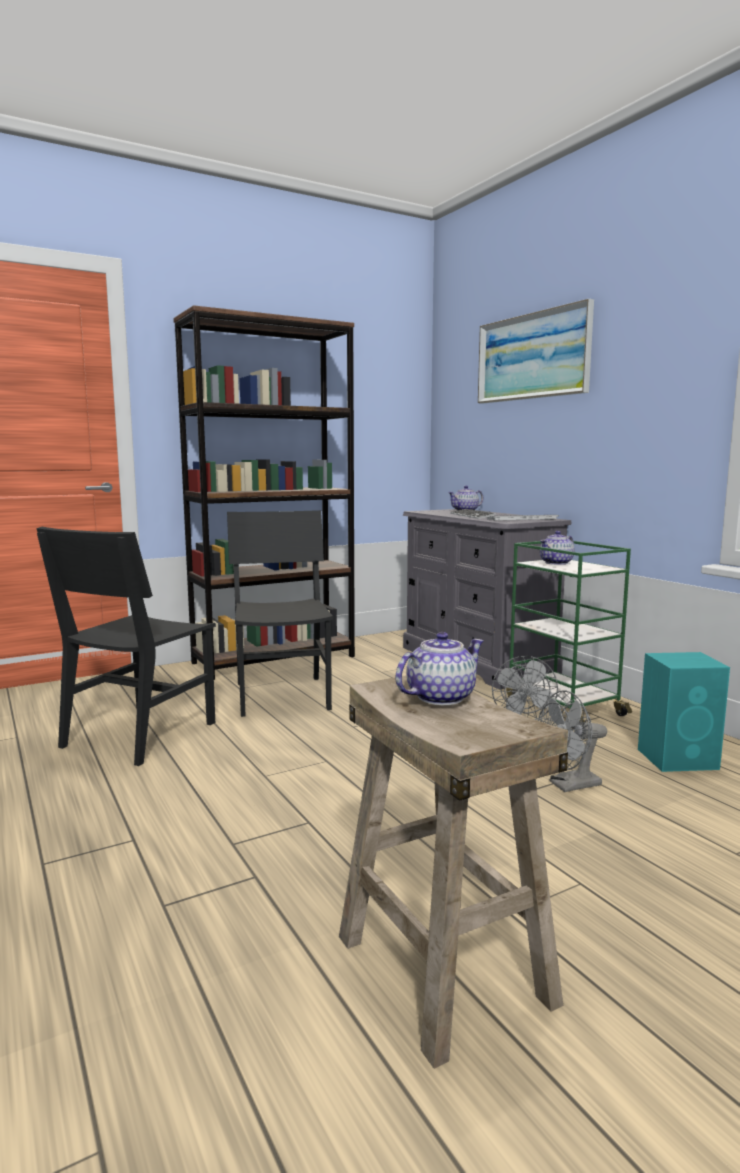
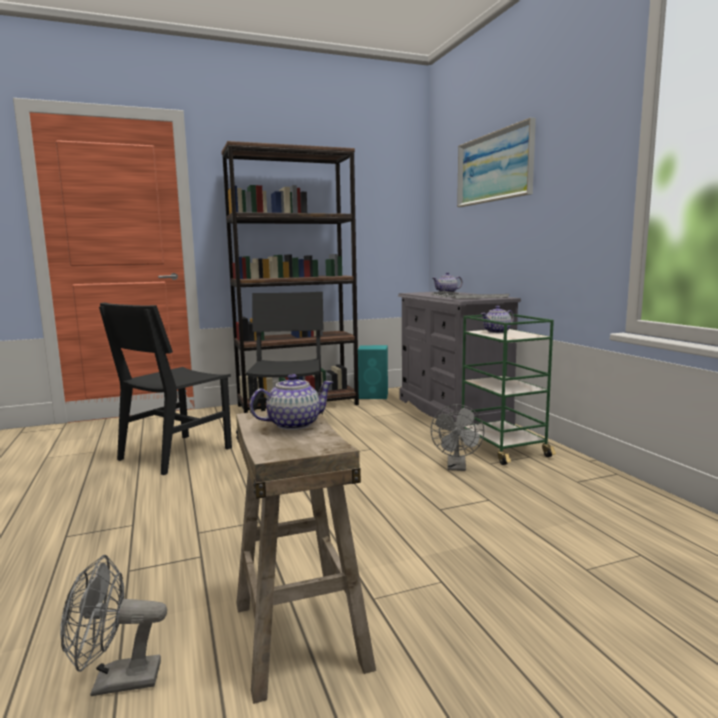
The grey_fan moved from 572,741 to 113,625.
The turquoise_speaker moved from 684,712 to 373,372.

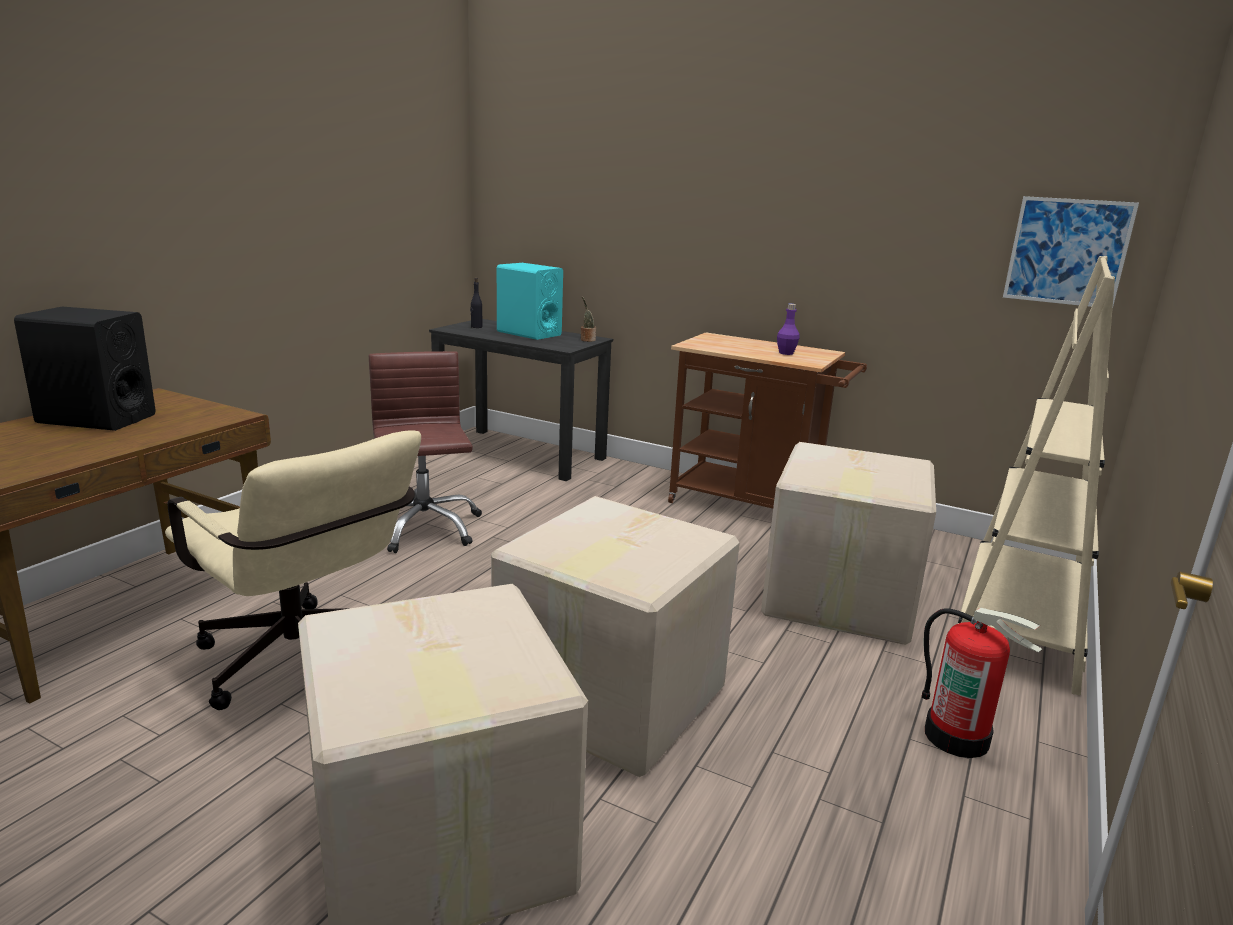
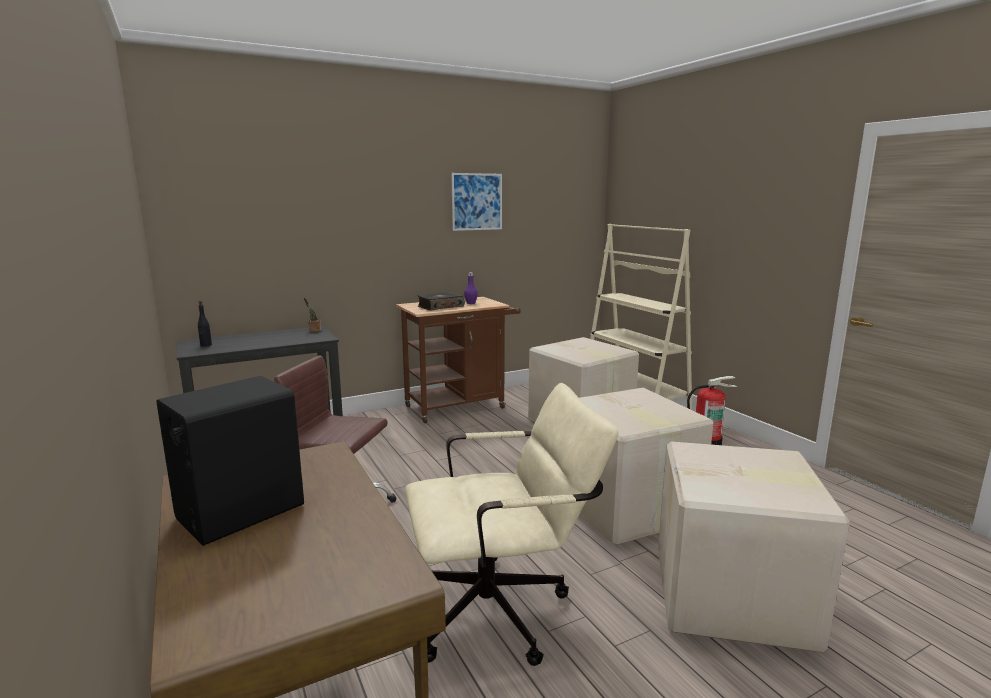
The book at 441,301 appeared.
The picture moved from 1071,251 to 476,202.
The turquoise_speaker at 530,301 disappeared.

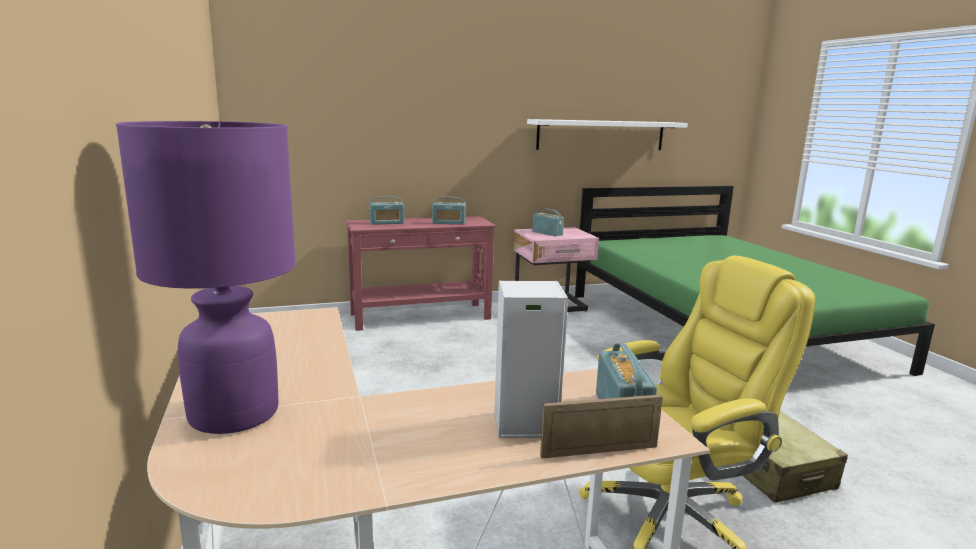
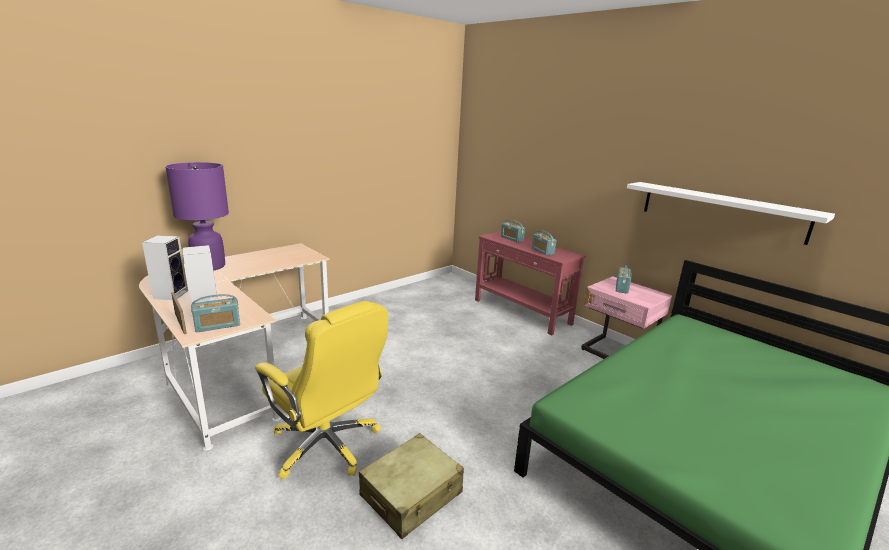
The speaker at 165,267 appeared.

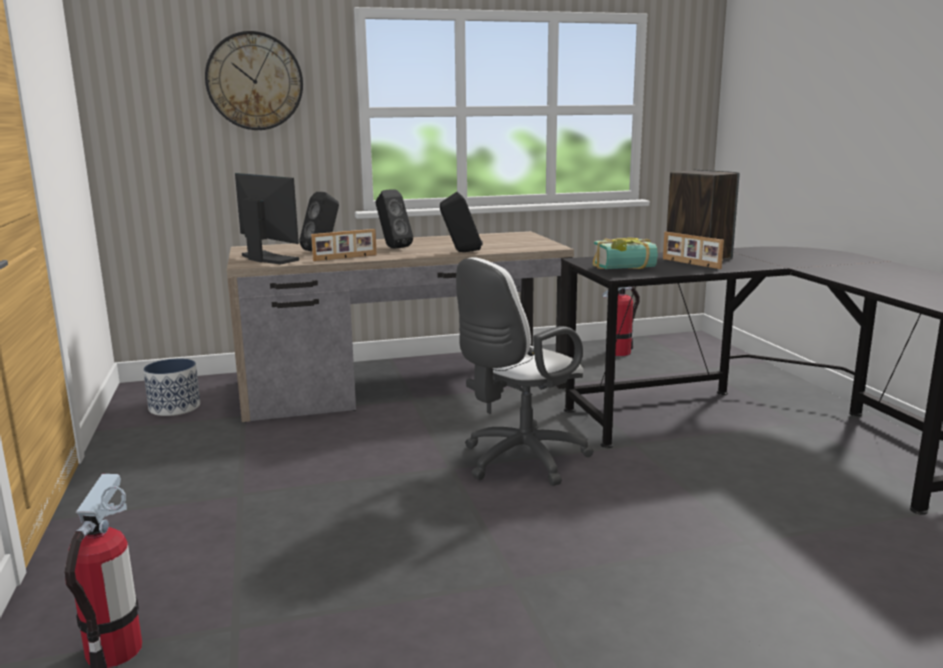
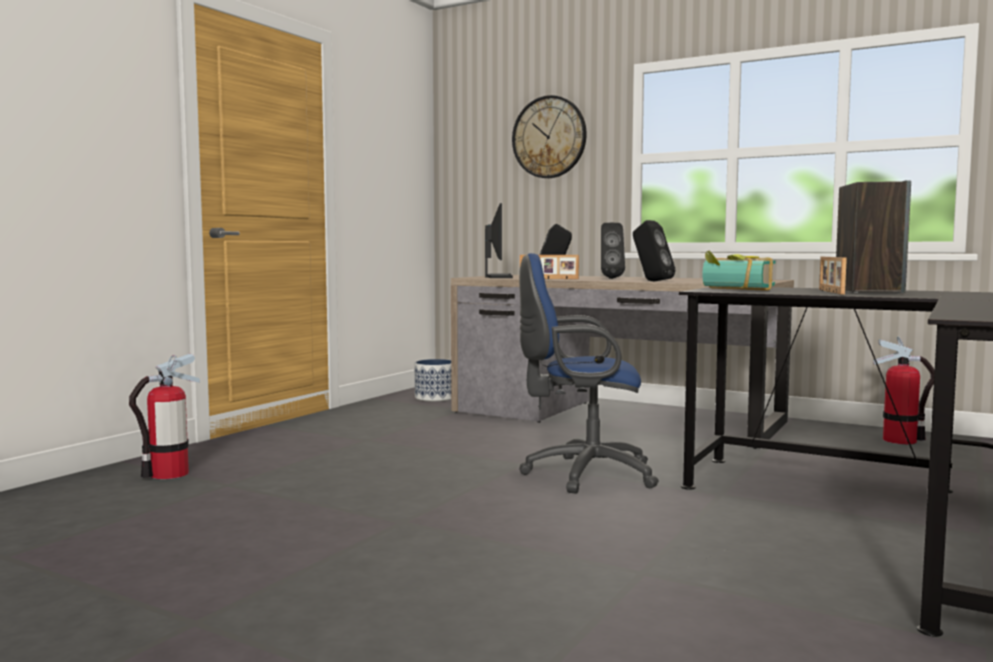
The white_office_chair at 525,371 became the blue_office_chair at 589,373.

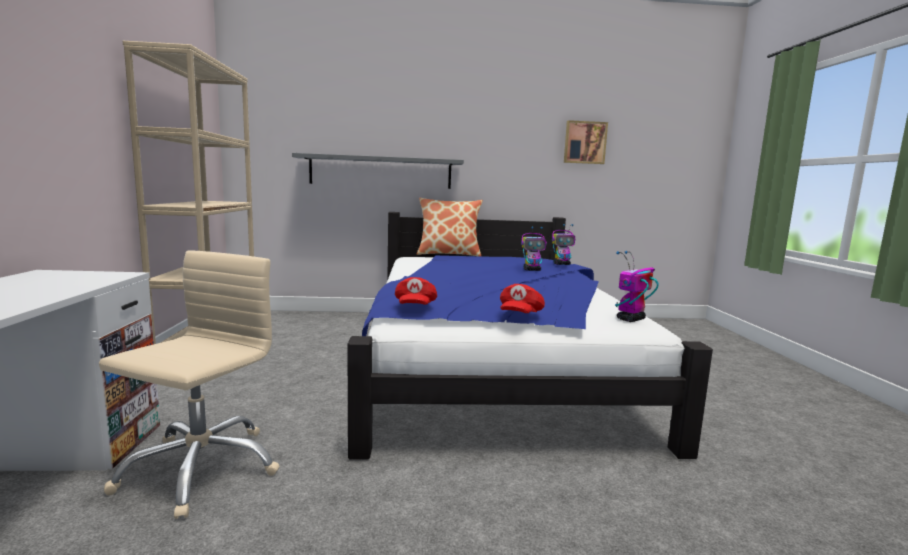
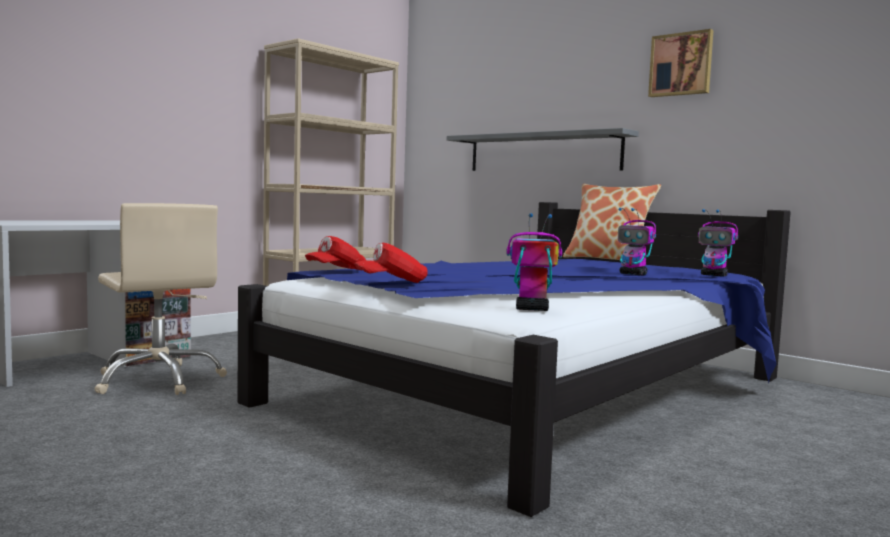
The beige_office_chair at 189,384 turned 75 degrees clockwise.
The picture moved from 586,142 to 680,63.

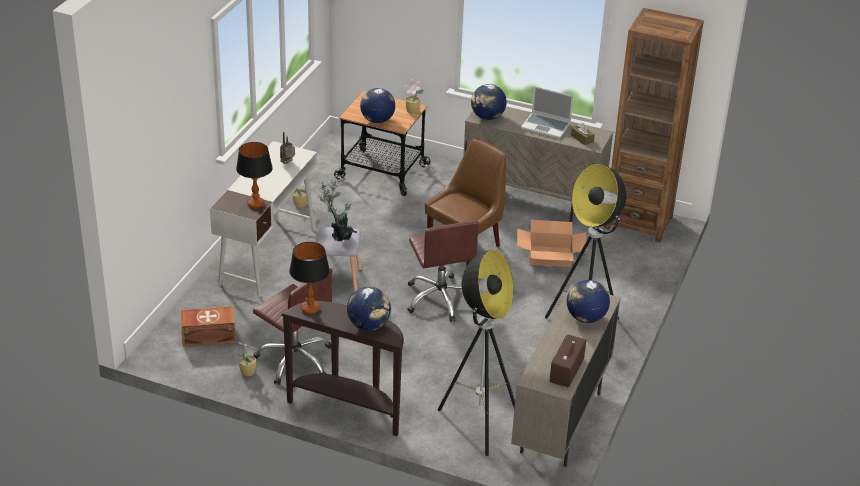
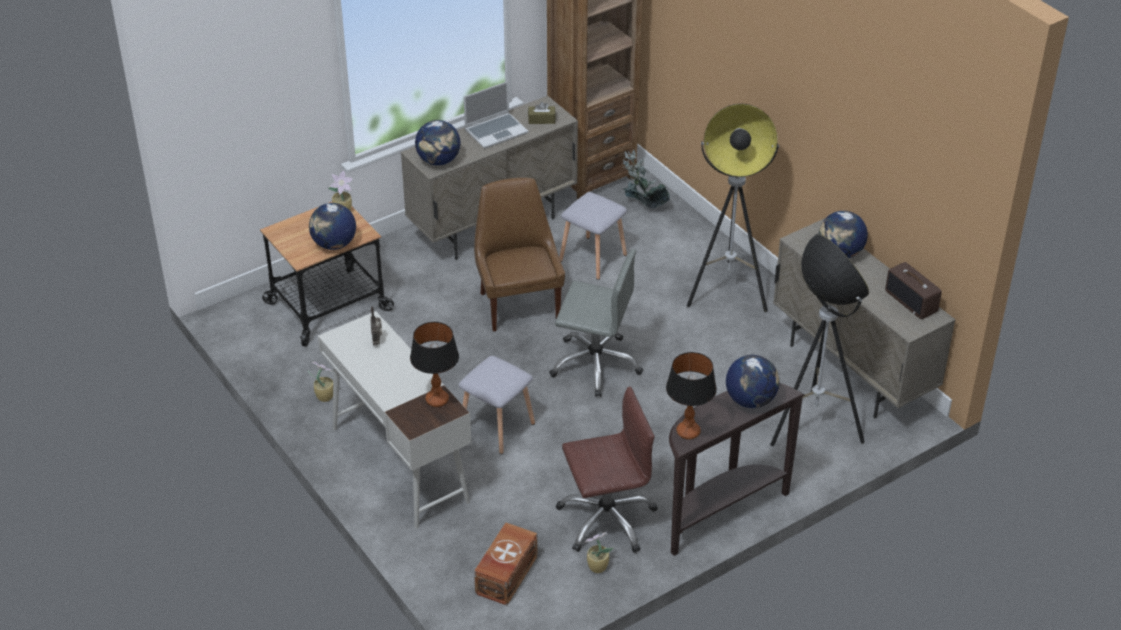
The brown_office_chair at 443,271 became the grey_office_chair at 596,323.
The cardboard_box at 552,243 was replaced by the grey_stool at 593,236.
The potted_plant moved from 337,210 to 646,179.

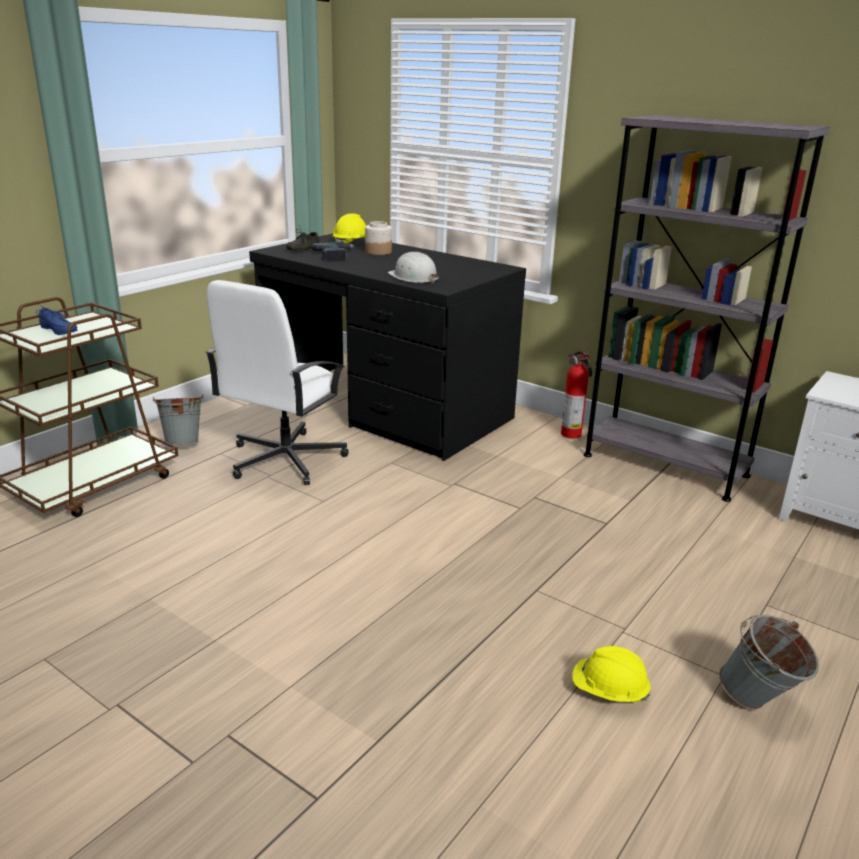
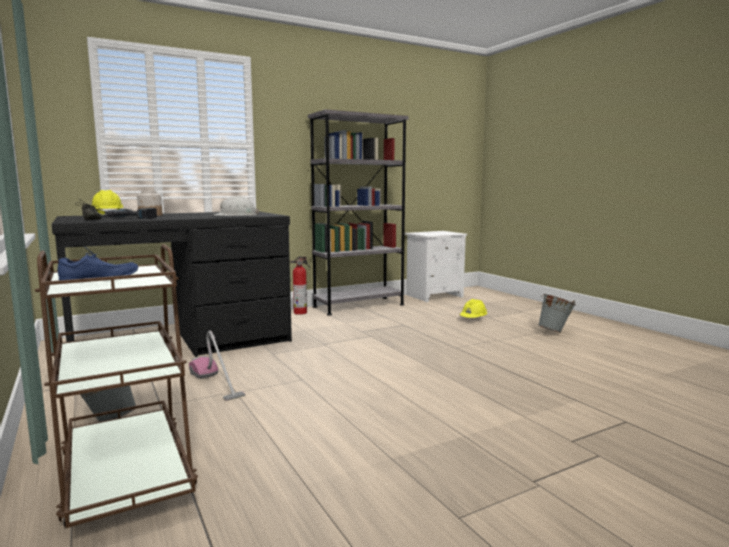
The white_office_chair at 277,382 was replaced by the vacuum_cleaner at 217,366.
The yellow_hard_hat moved from 611,674 to 473,308.

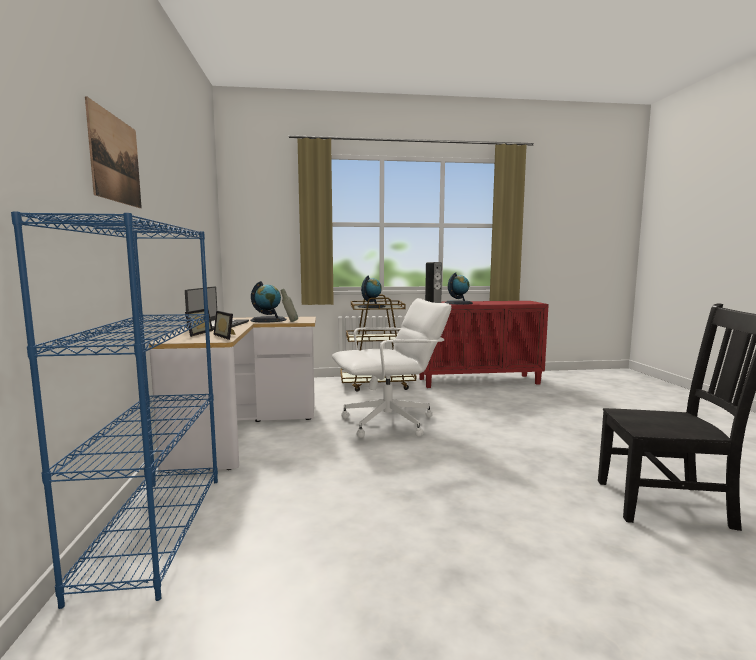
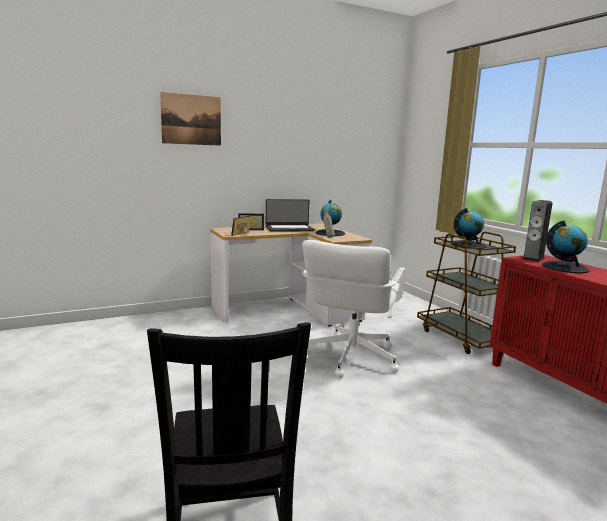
The white_office_chair at 391,368 turned 60 degrees clockwise.
The blue_bookcase at 114,410 disappeared.

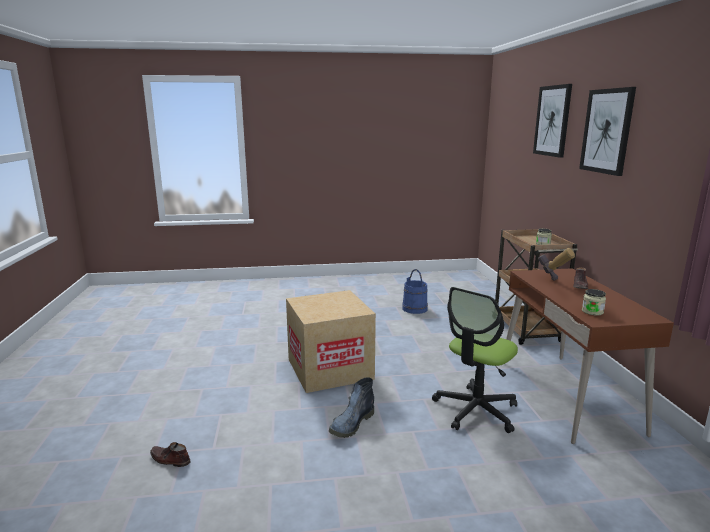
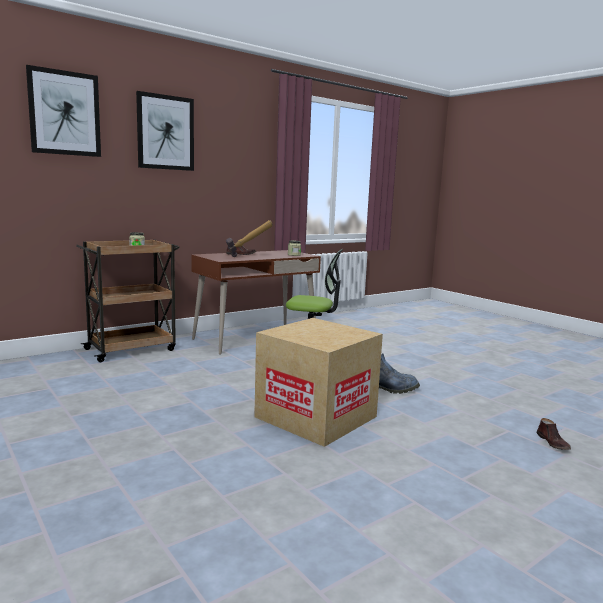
The blue_bucket at 415,291 disappeared.

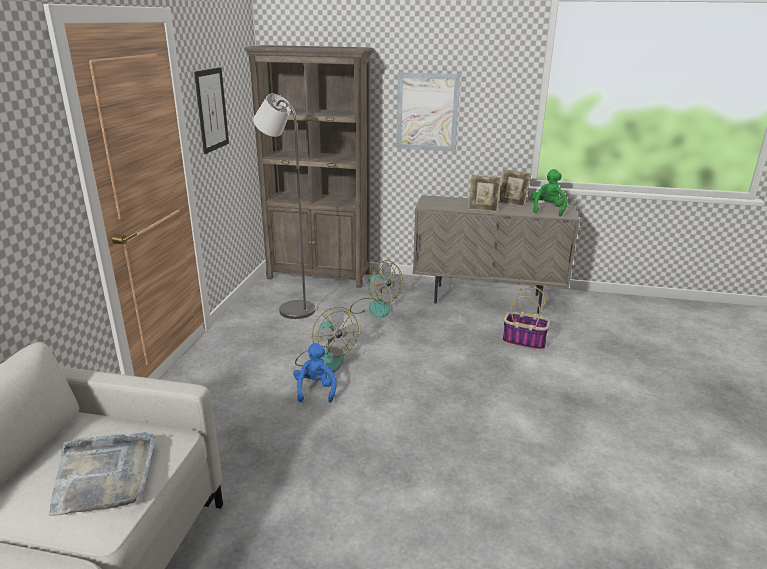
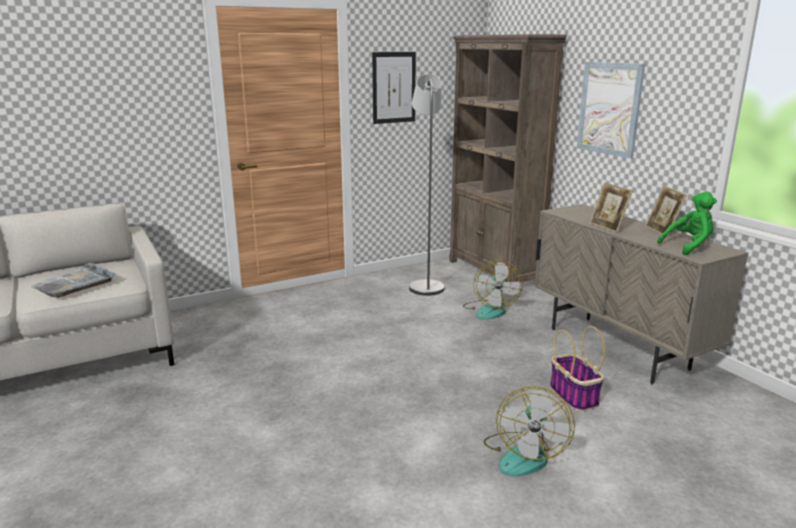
The fan moved from 327,340 to 529,431.
The blue_plush_toy at 315,372 disappeared.

